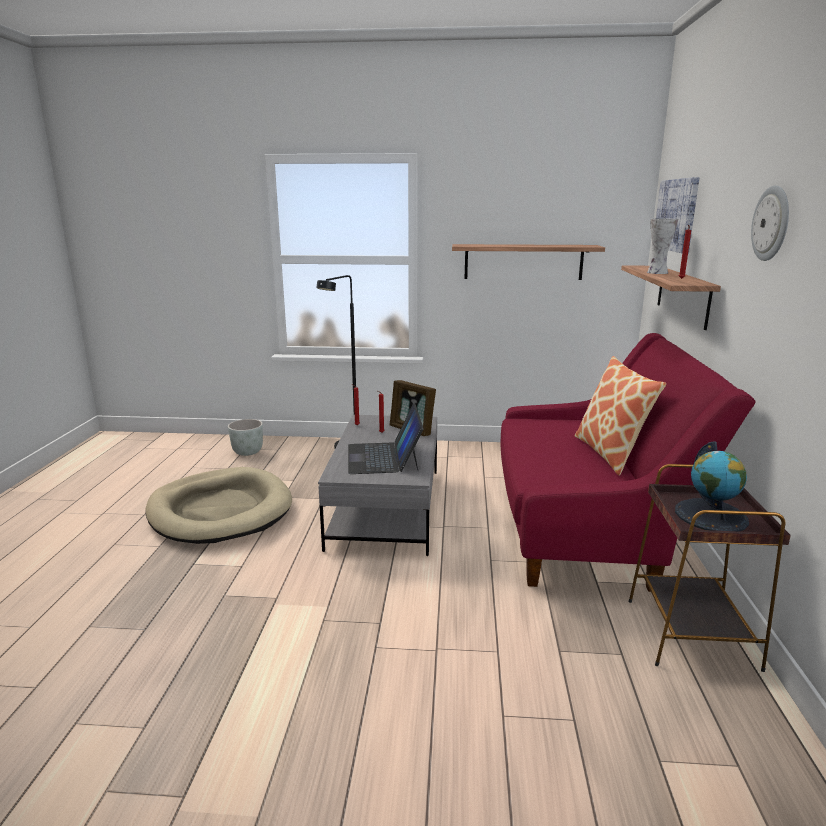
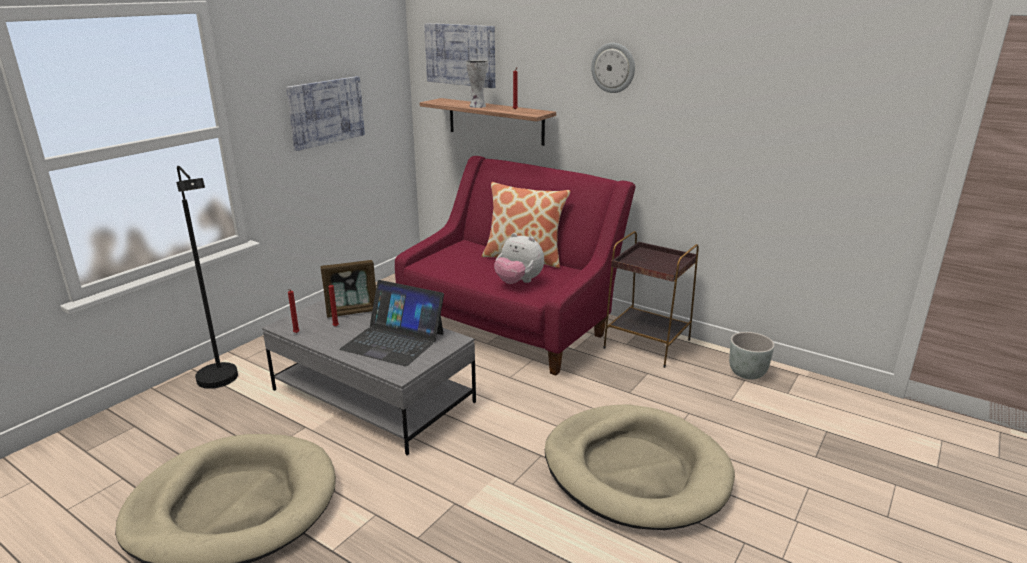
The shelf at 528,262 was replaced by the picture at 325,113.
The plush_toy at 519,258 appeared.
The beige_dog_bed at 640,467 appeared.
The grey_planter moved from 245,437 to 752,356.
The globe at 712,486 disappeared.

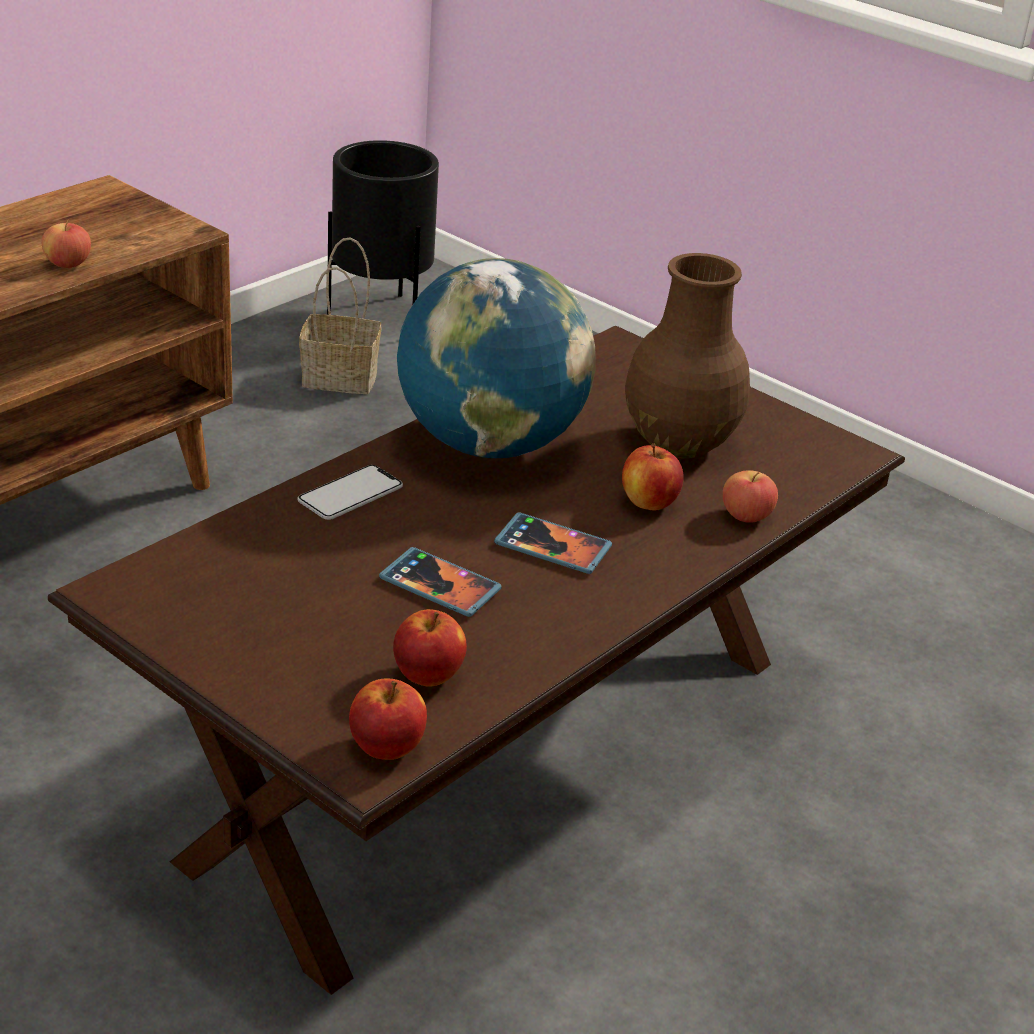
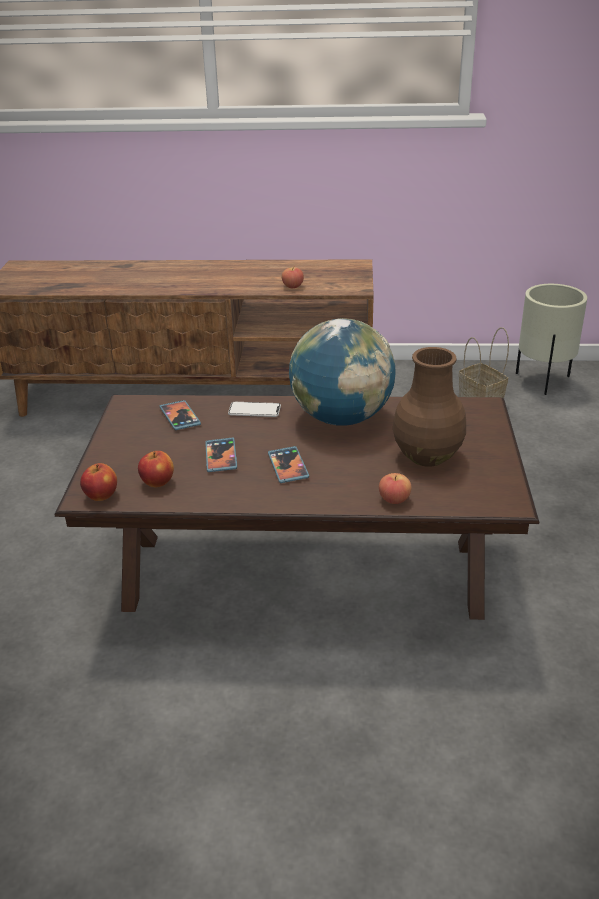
The phone at 180,415 appeared.
The black_planter at 383,227 became the beige_planter at 551,339.
The apple at 653,477 disappeared.

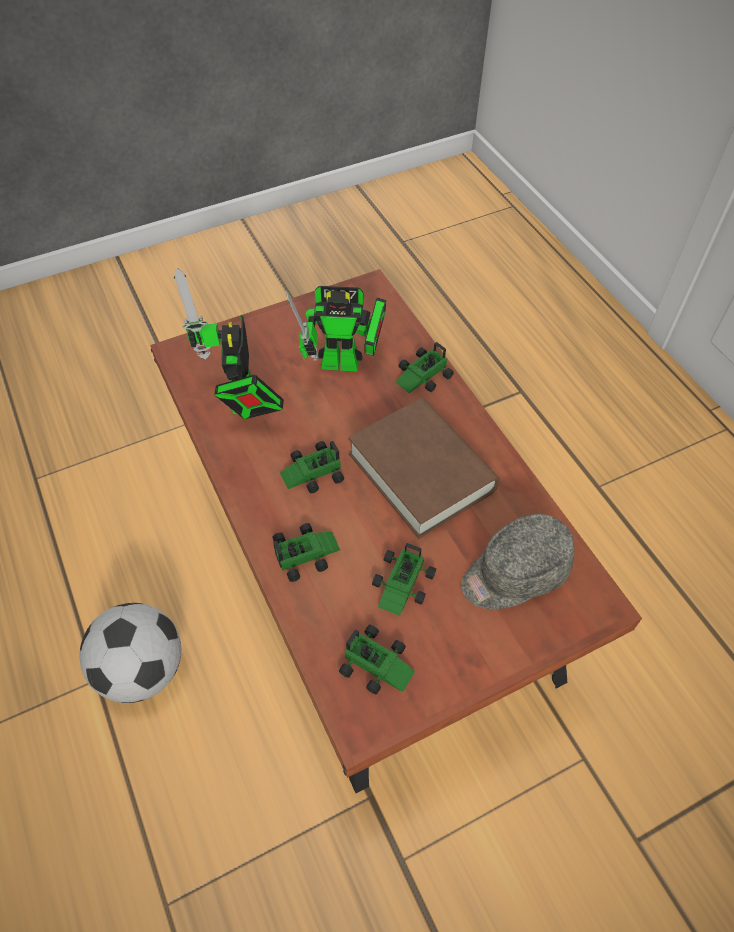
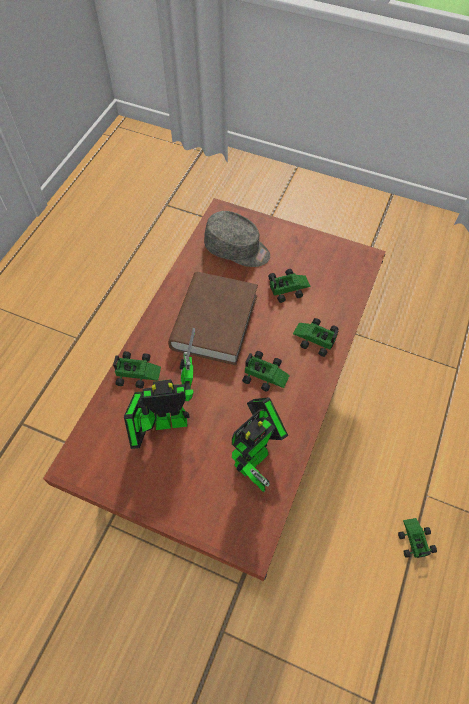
The toy_robot at 336,329 turned 60 degrees counterclockwise.
The toy_car moved from 377,659 to 417,538.
The football at 130,653 disappeared.

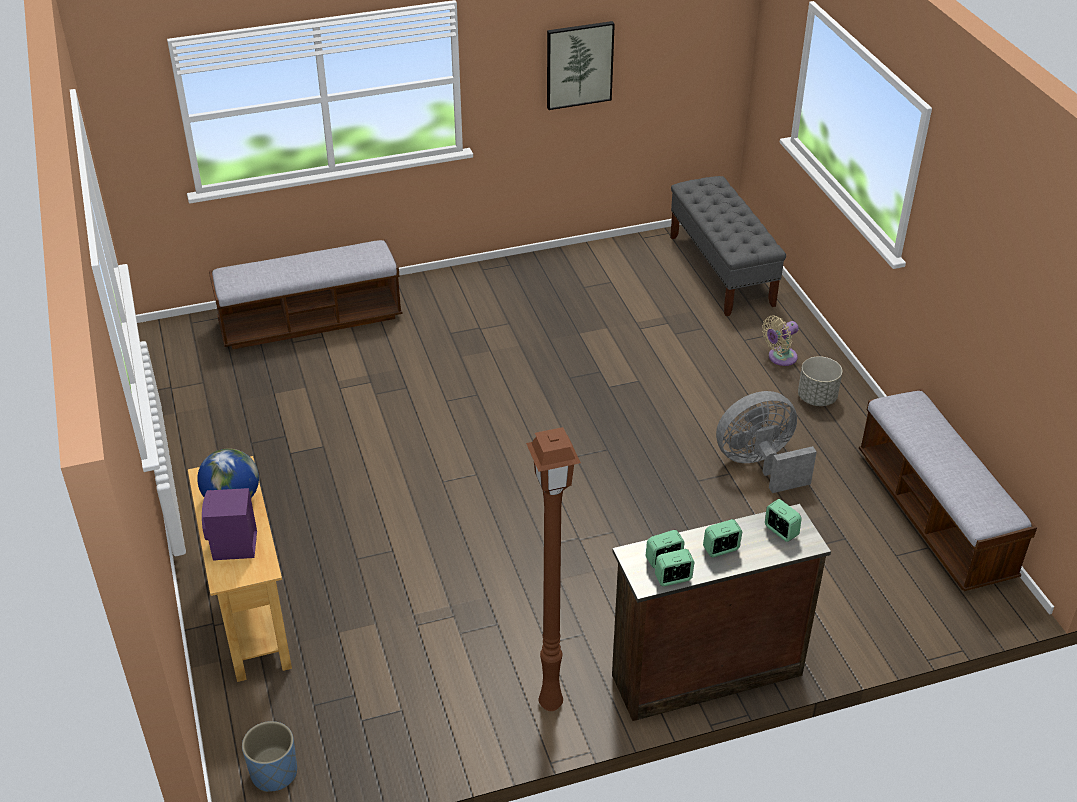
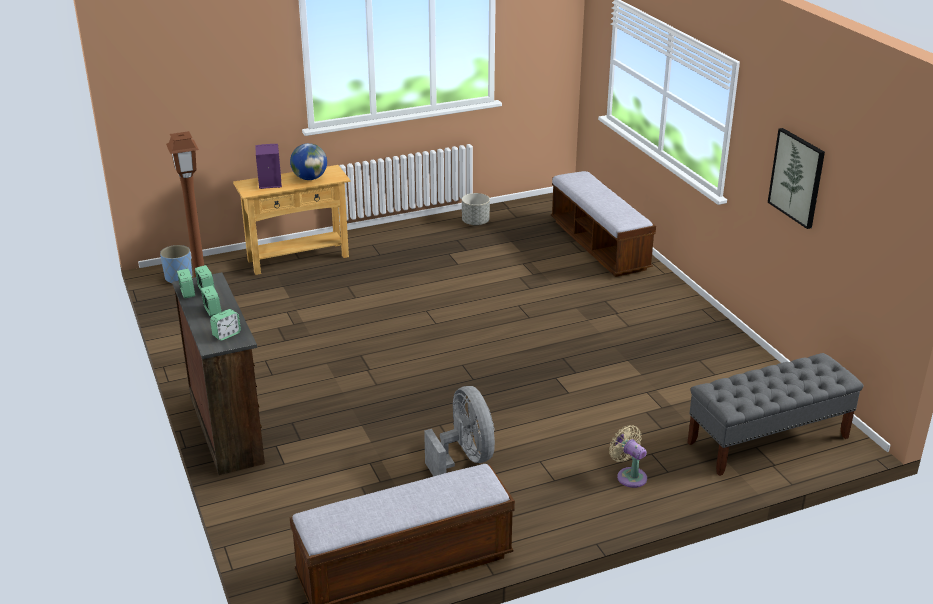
The grey_planter moved from 820,381 to 476,209.

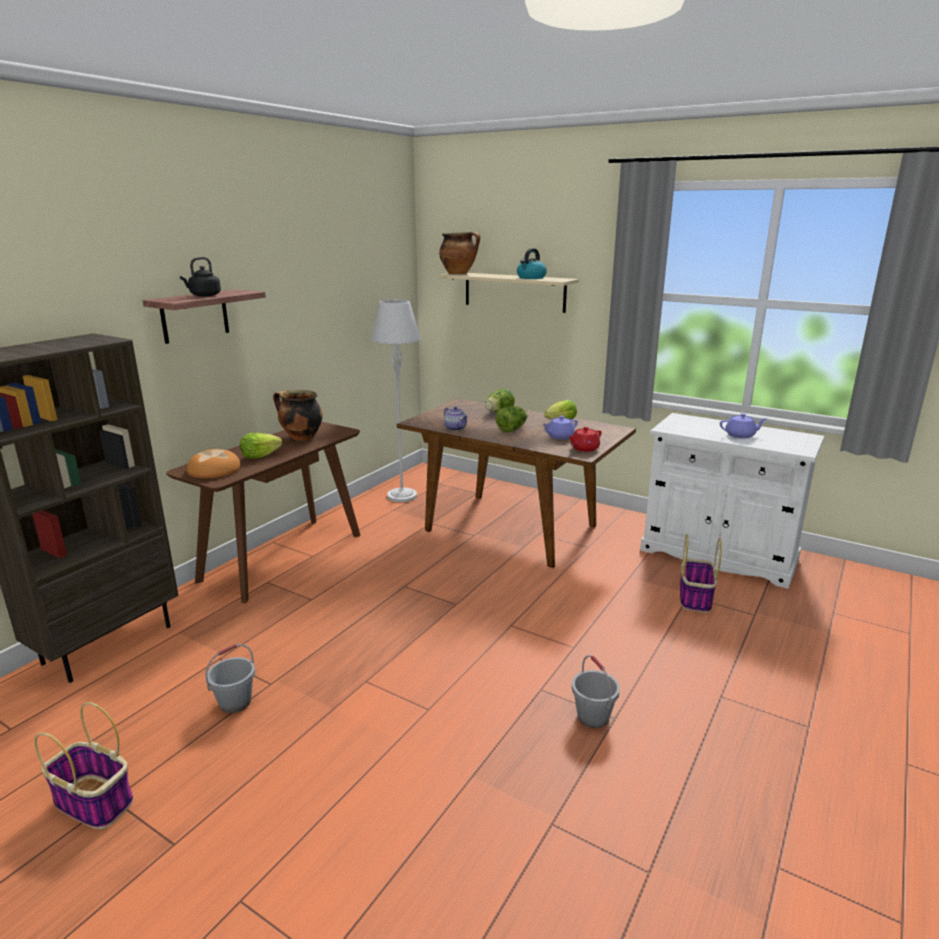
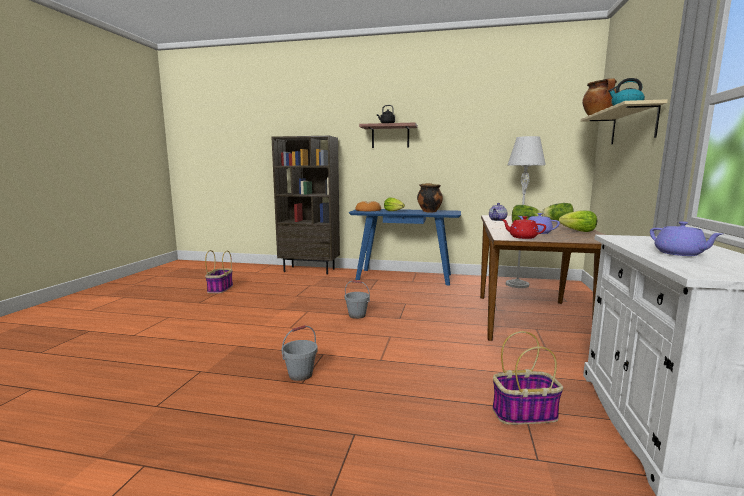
The grey_bucket moved from 230,678 to 357,299.
The brown_console_table at 263,512 became the blue_console_table at 405,247.

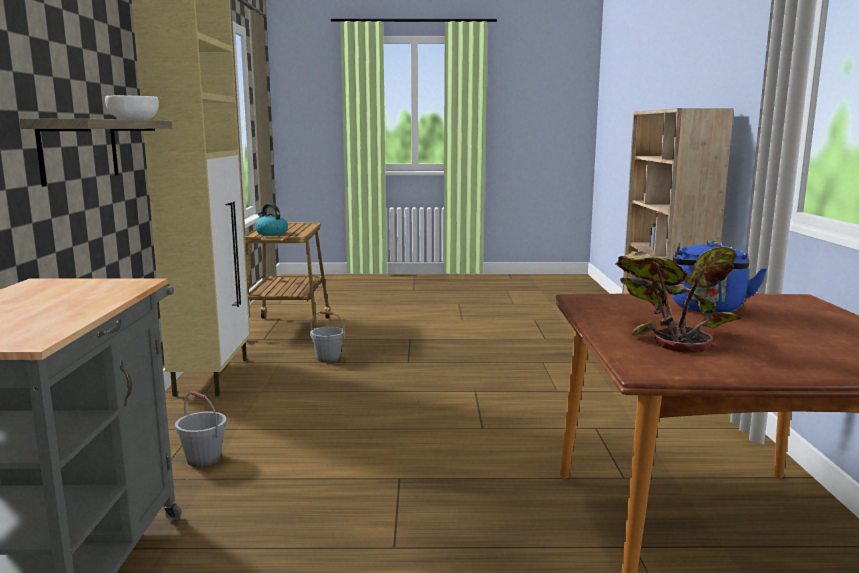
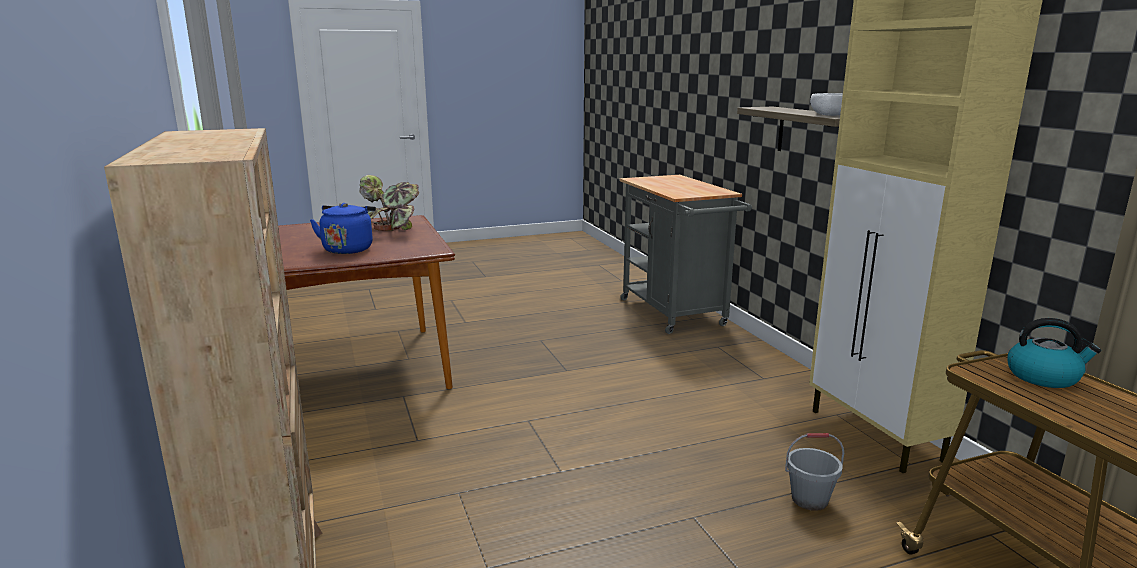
The grey_bucket at 201,429 disappeared.

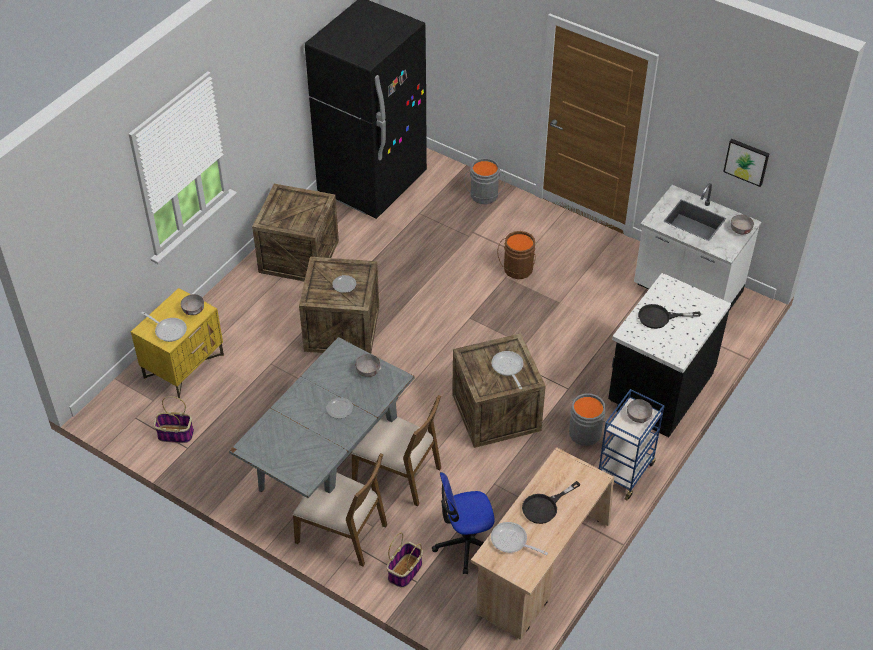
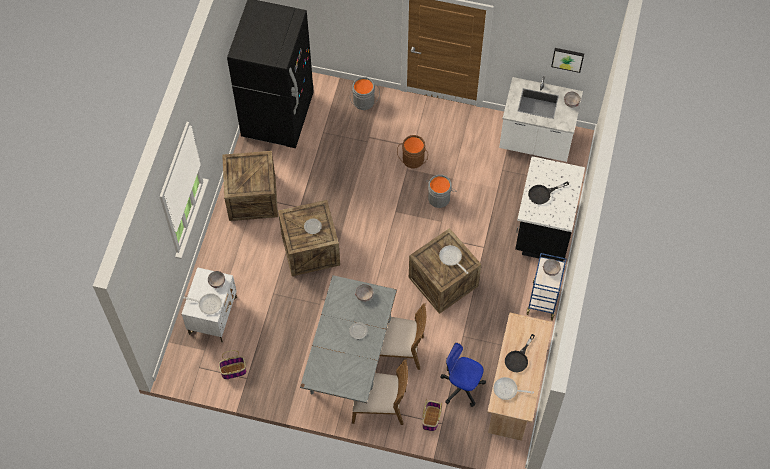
The yellow_nightstand at 177,343 became the white_nightstand at 209,304.
The grey_bucket moved from 587,419 to 441,191.
The office_chair at 463,523 turned 60 degrees clockwise.

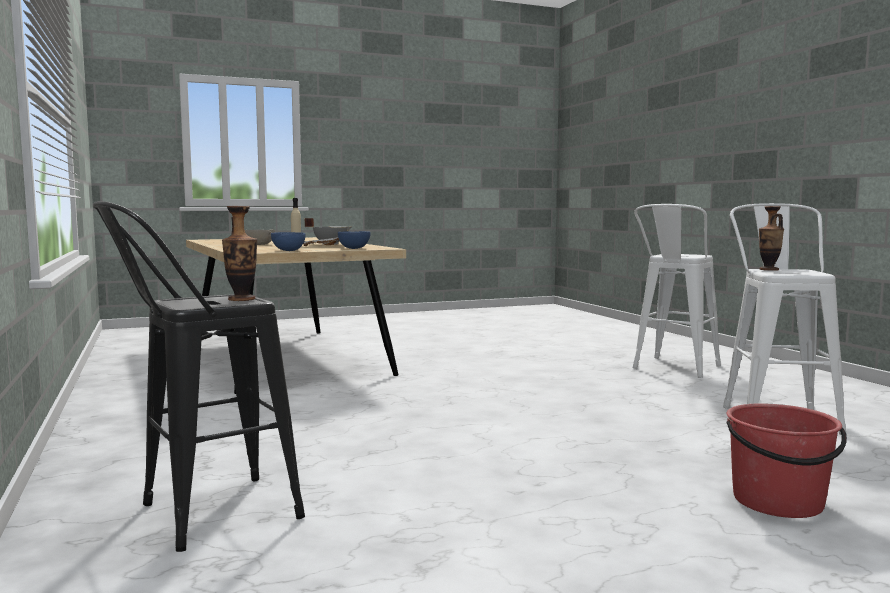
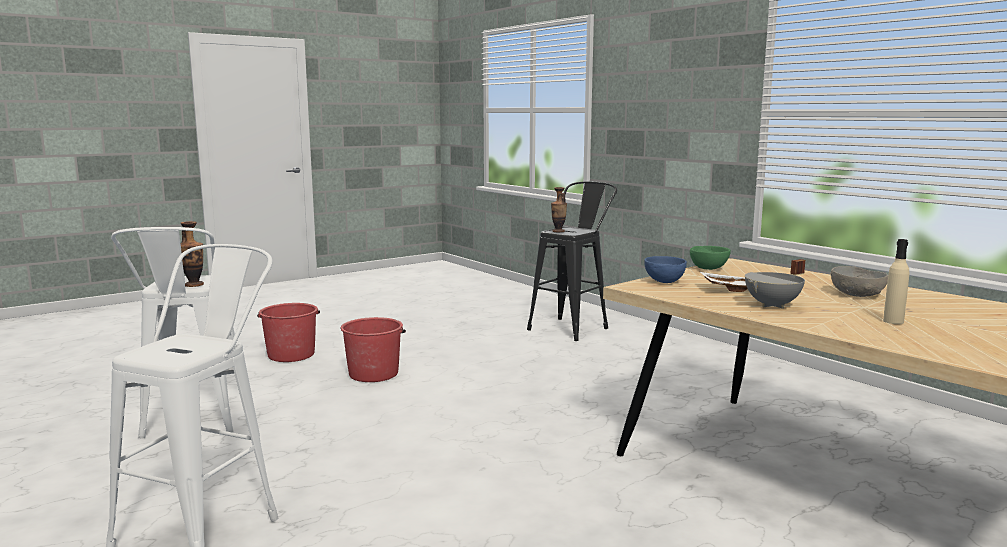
The red_bucket at 373,349 appeared.
The blue_bowl at 288,241 became the green_bowl at 710,258.

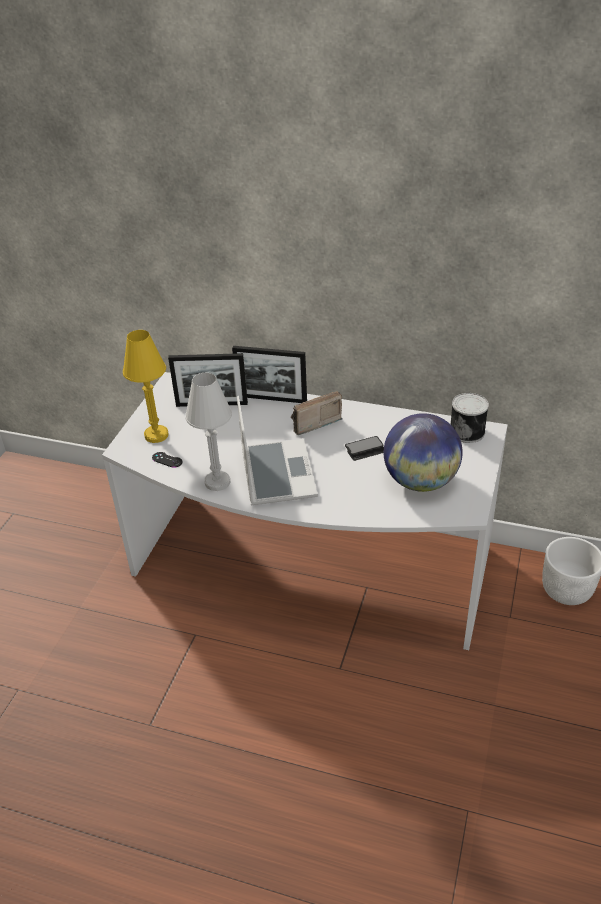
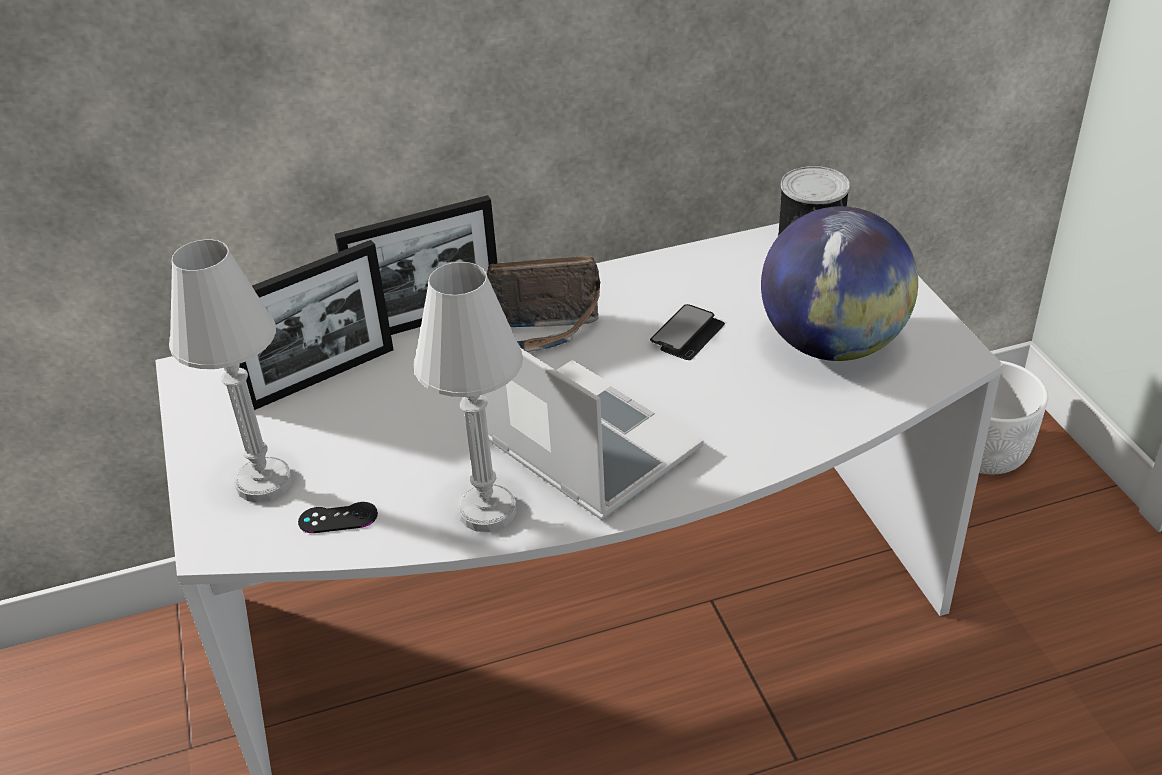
The yellow_table_lamp at 145,386 became the white_table_lamp at 230,371.
The radio at 317,413 turned 120 degrees counterclockwise.

